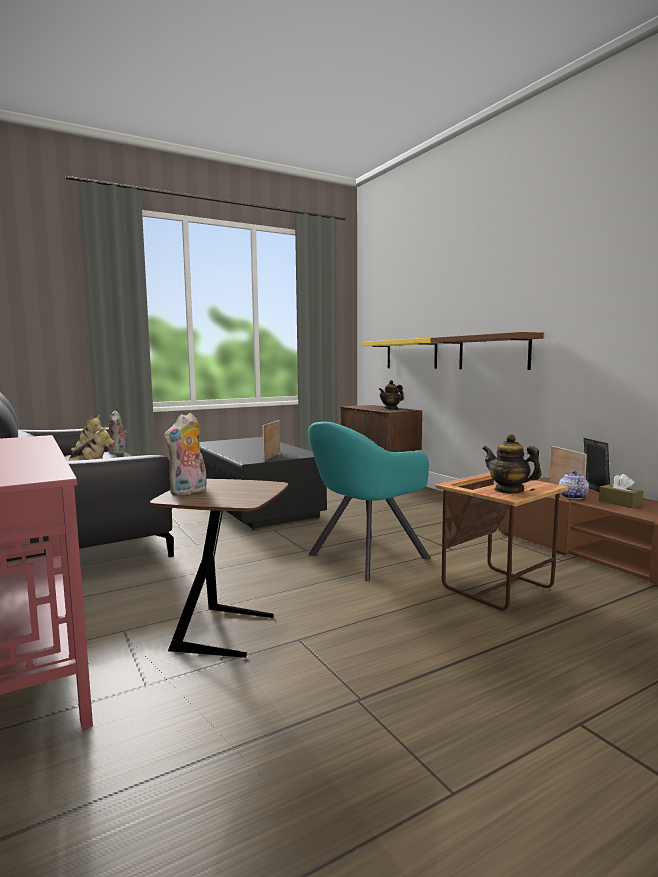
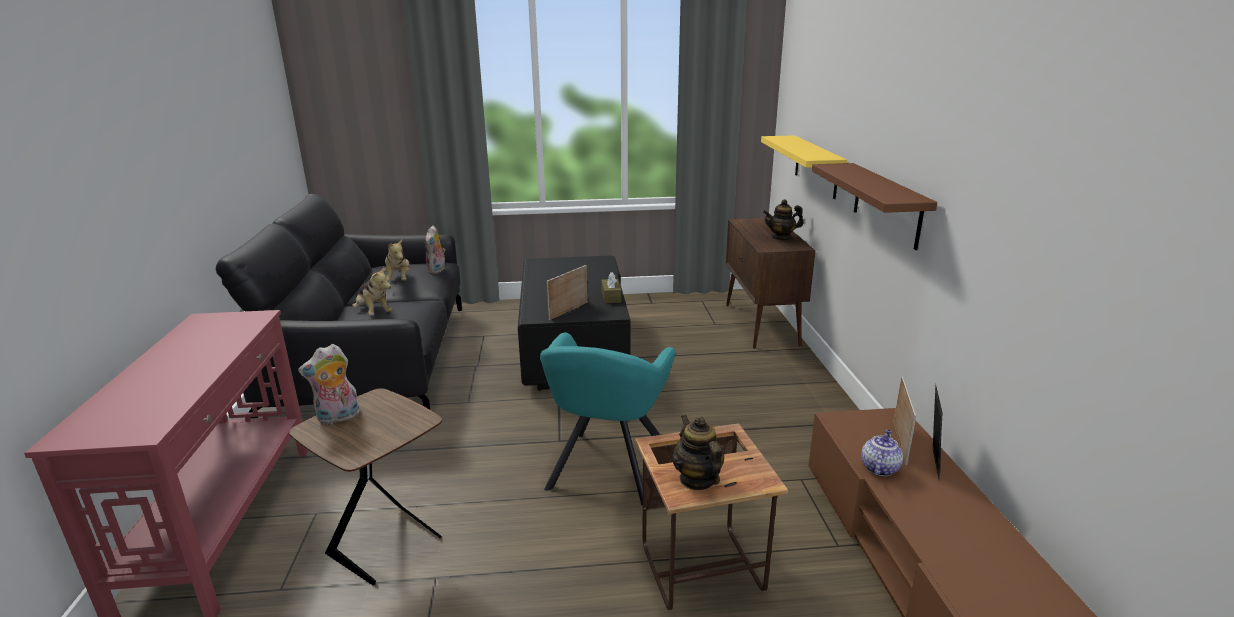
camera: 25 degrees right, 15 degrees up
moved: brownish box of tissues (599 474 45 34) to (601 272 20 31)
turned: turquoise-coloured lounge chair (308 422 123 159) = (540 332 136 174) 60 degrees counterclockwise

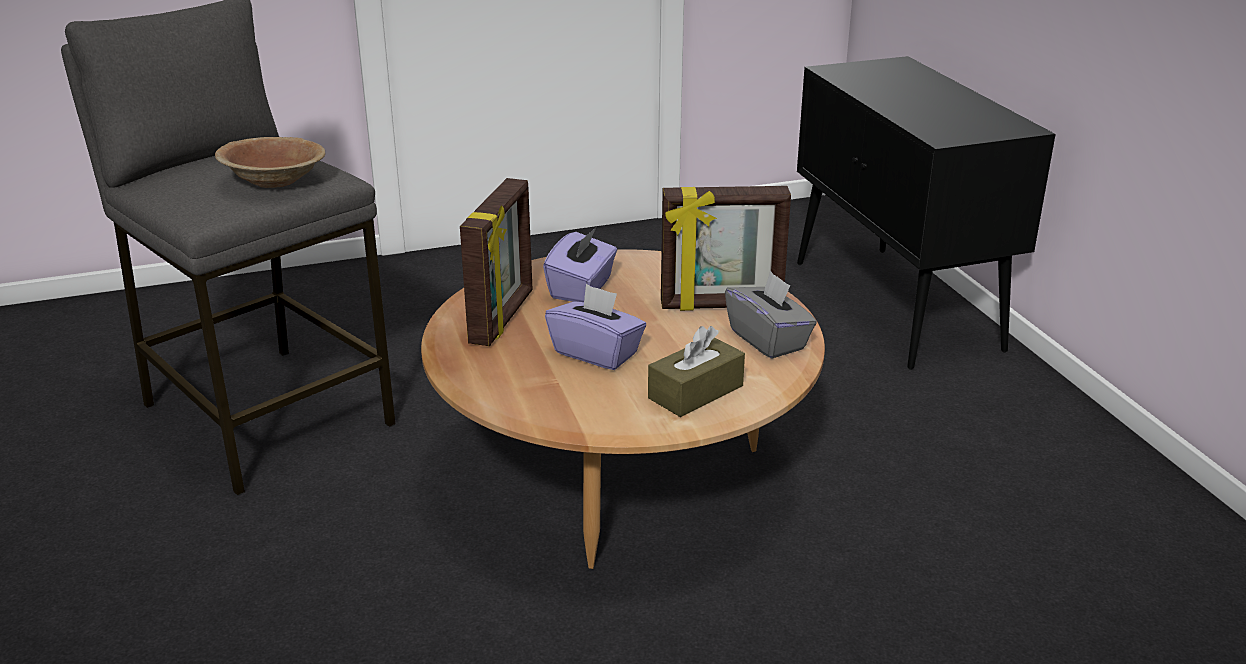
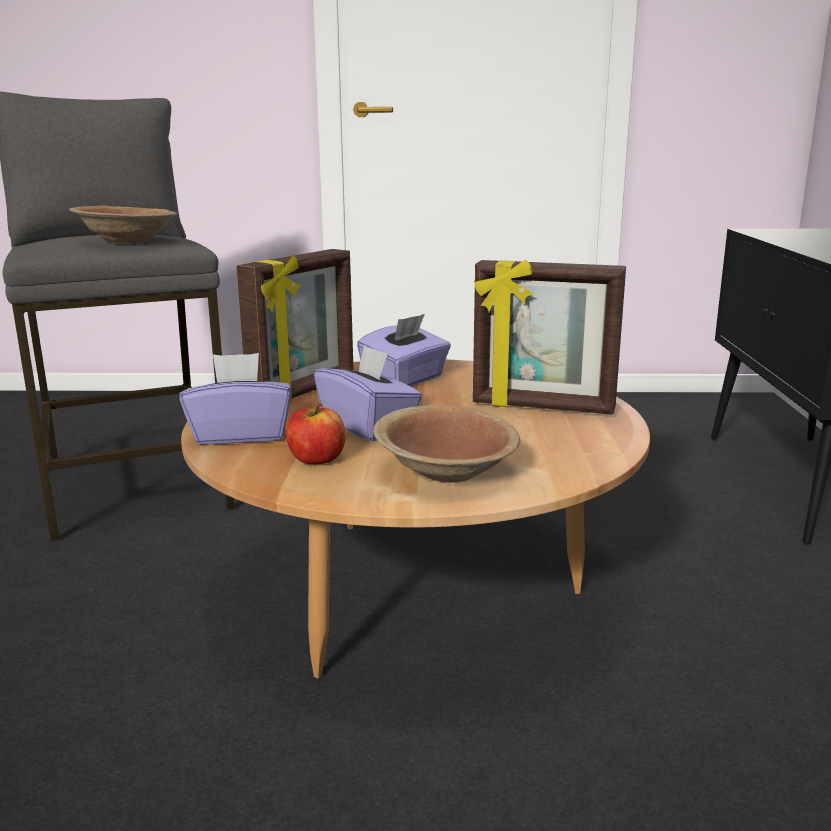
camera: 20 degrees right, 10 degrees down
removed: grey box of tissues (725 271 92 88)
added: purplish box of tissues (179 353 112 92); apple (286 403 60 61)
replaced: brownish box of tissues (648 326 97 91) to brownish deep dish (373 405 147 78)

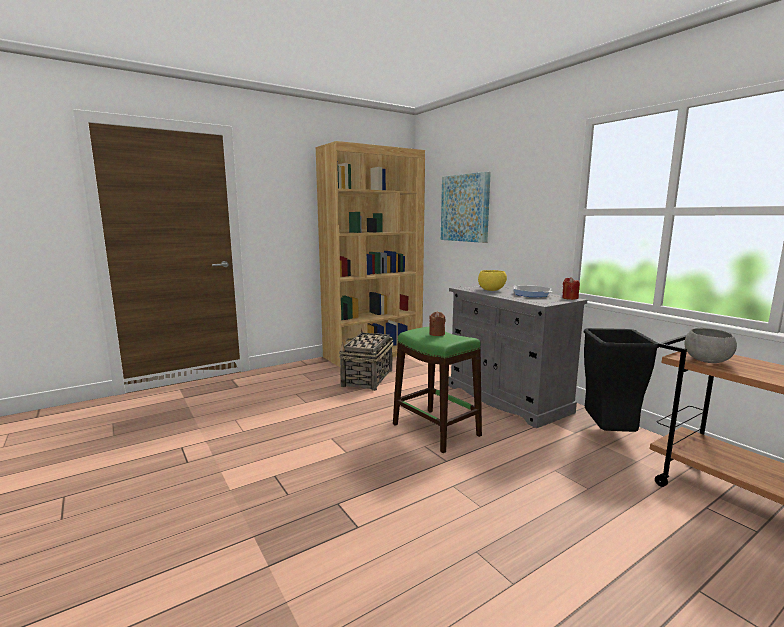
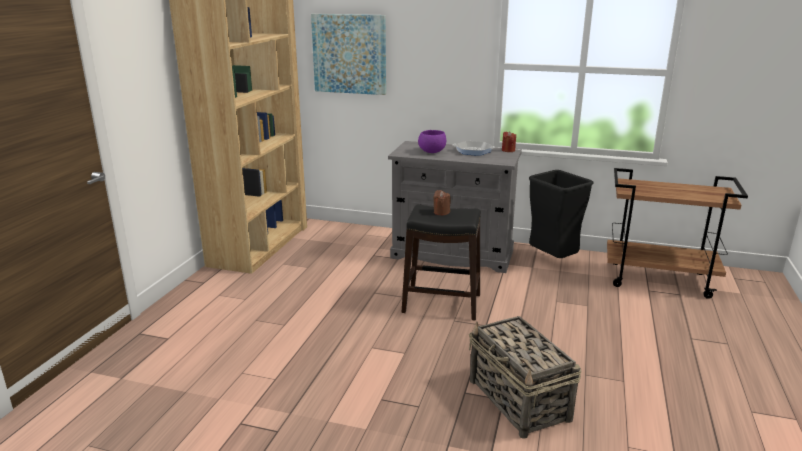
camera: 40 degrees left, 10 degrees up
removed: grey deep dish (684 328 53 35)
moved: basket (339 329 54 62) to (469 316 112 123)
recoloured: green-coloured sitting stool (393 327 89 126) to blackish sitting stool (401 204 79 117); yellow deep dish (478 270 29 21) to purplish deep dish (418 130 28 23)

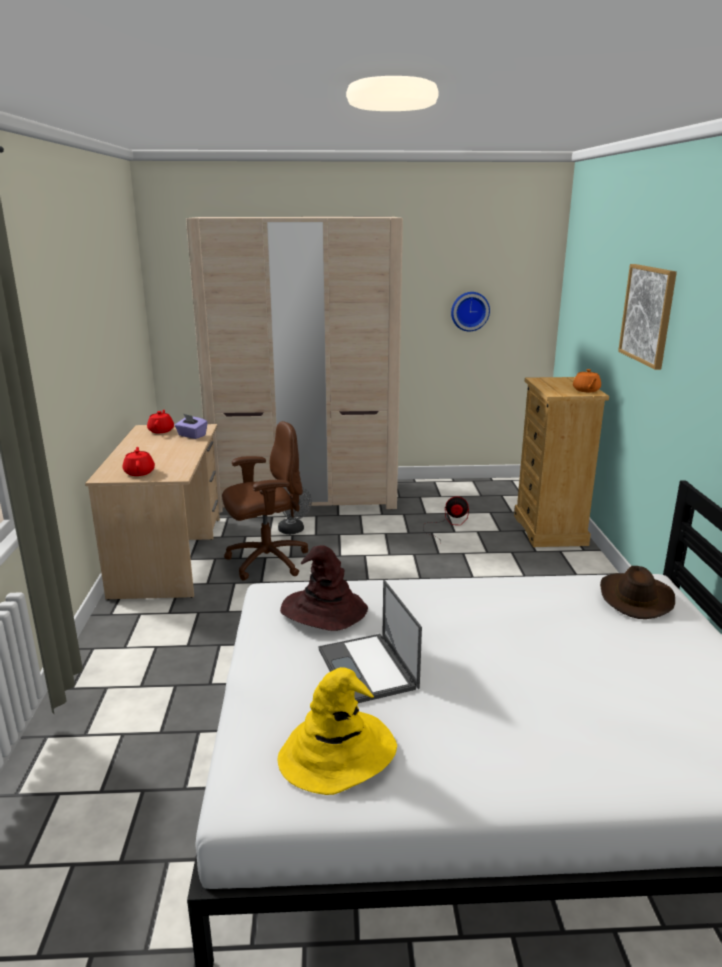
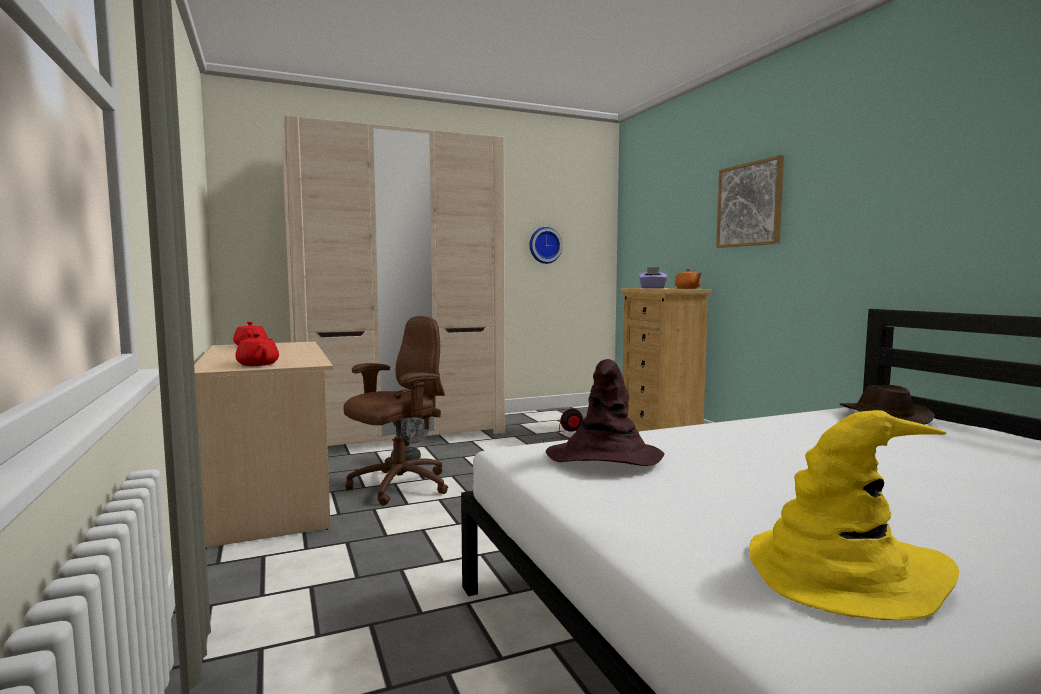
camera: 20 degrees left, 15 degrees down
removed: laptop (319 580 103 123)
moved: purplish box of tissues (175 414 33 25) to (639 267 28 22)

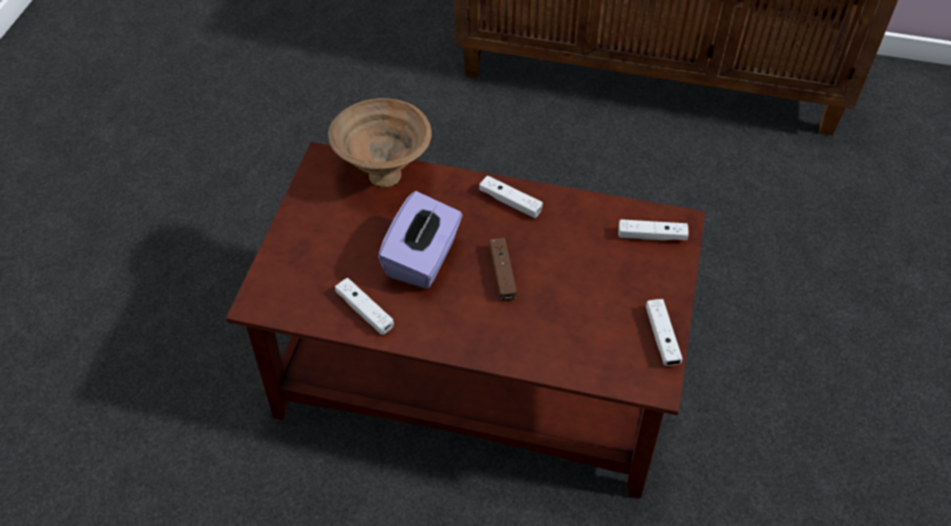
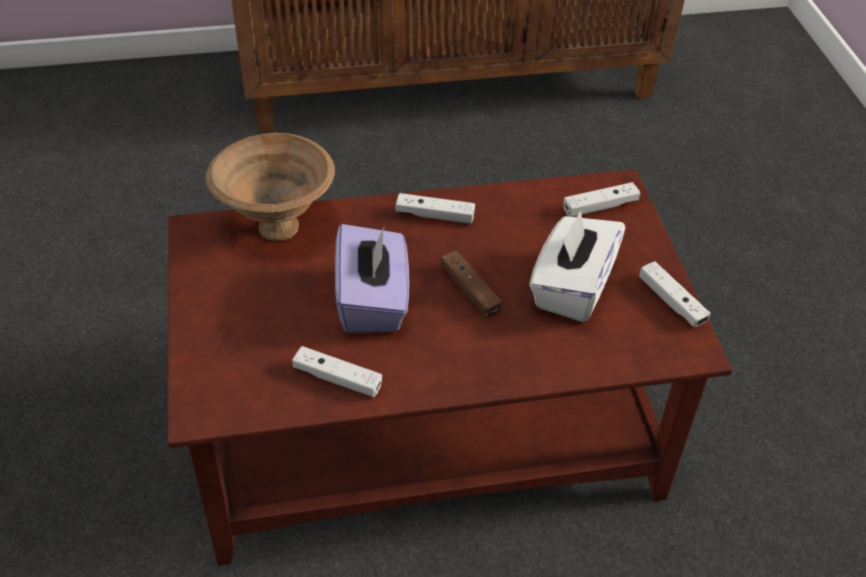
camera: 25 degrees left, 5 degrees down
added: white-coloured box of tissues (529 210 96 112)

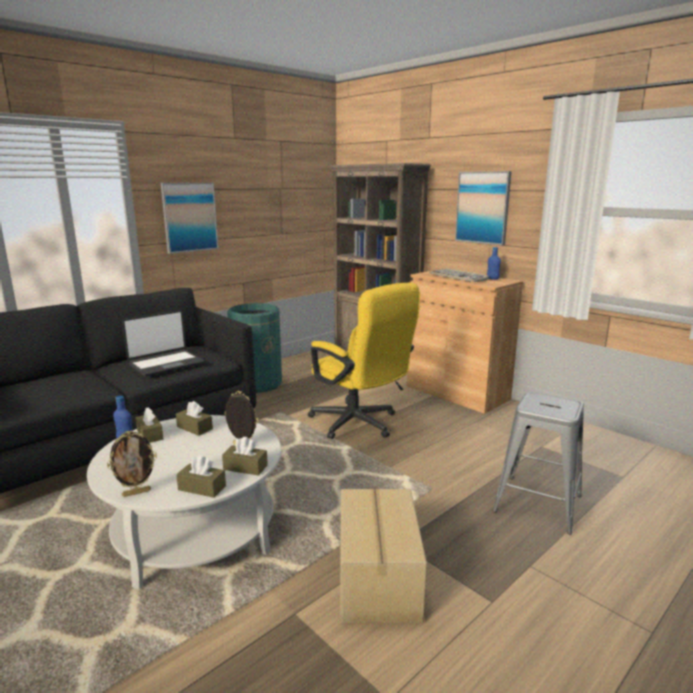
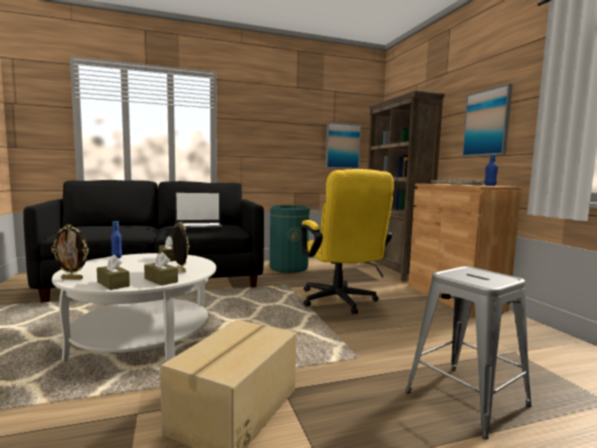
camera: 25 degrees right, 10 degrees down
removed: brownish box of tissues (135 407 28 36)
moved: wall art (161 183 58 71) to (326 122 35 47)

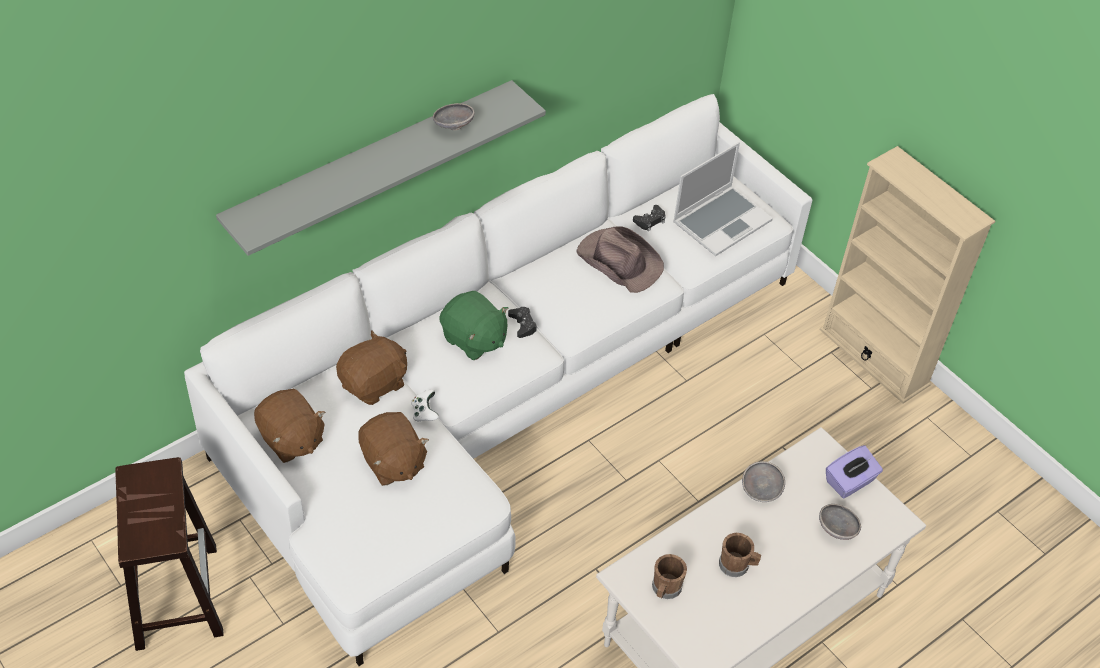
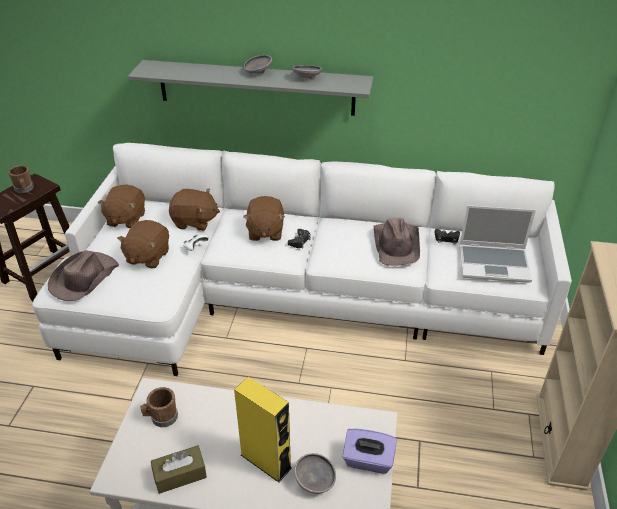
camera: 50 degrees right, 10 degrees down
added: brownish clothing hat (48 250 71 51); brownish box of tissues (151 445 56 49); yellow speaker (234 377 58 105)
moved: brownish coffee mug (719 533 42 44) to (8 165 26 28); grey deep dish (742 461 43 41) to (244 55 28 19)
recoloured: green-coloured soft toy (439 291 69 69) to brownish soft toy (243 196 42 45)

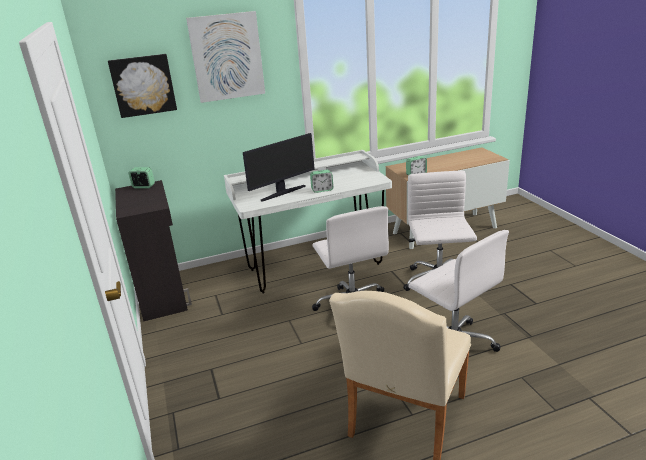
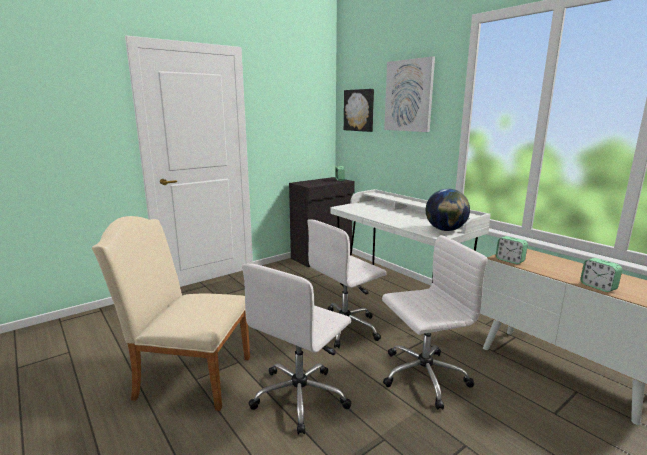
camera: 70 degrees right, 10 degrees down
removed: computer screen (243 133 72 69)
added: world globe (426 189 44 42)
moved: table clock (310 170 23 23) to (580 258 42 34)

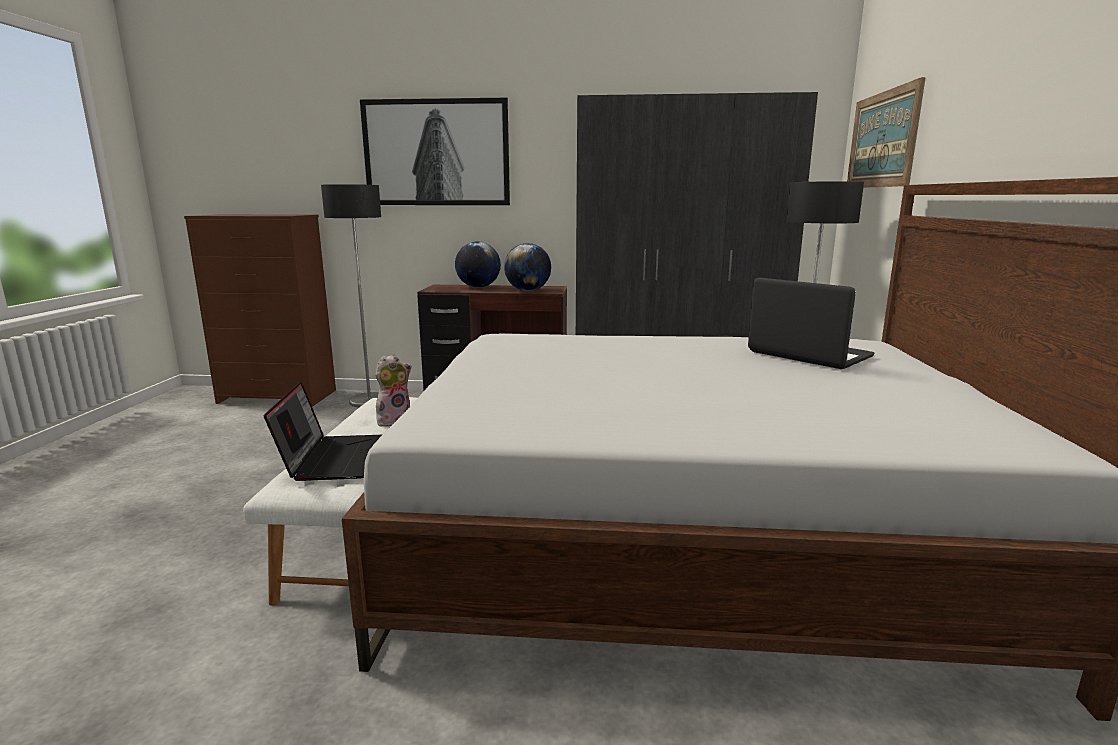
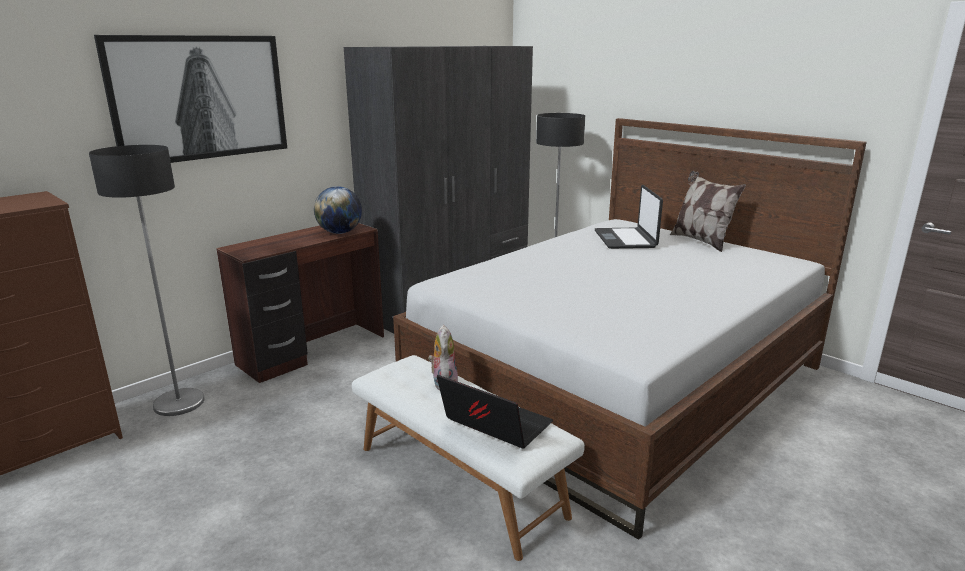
camera: 50 degrees left, 5 degrees up
removed: world globe (455 241 46 47); wall art (847 77 79 111)
added: cushion (670 171 76 81)
turned: laptop (748 278 127 91) = (595 185 68 64) 90 degrees counterclockwise

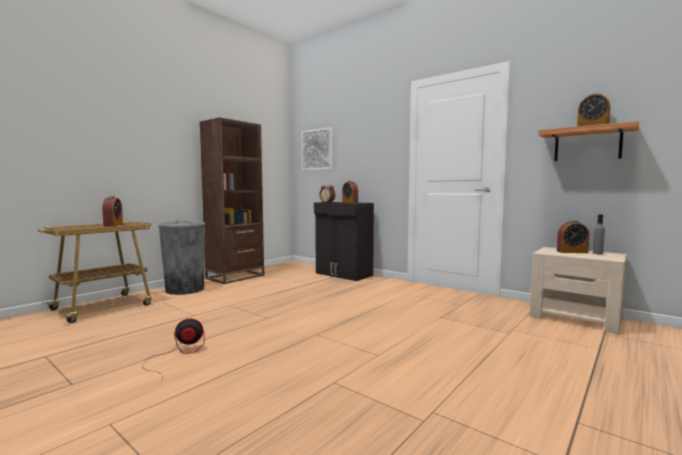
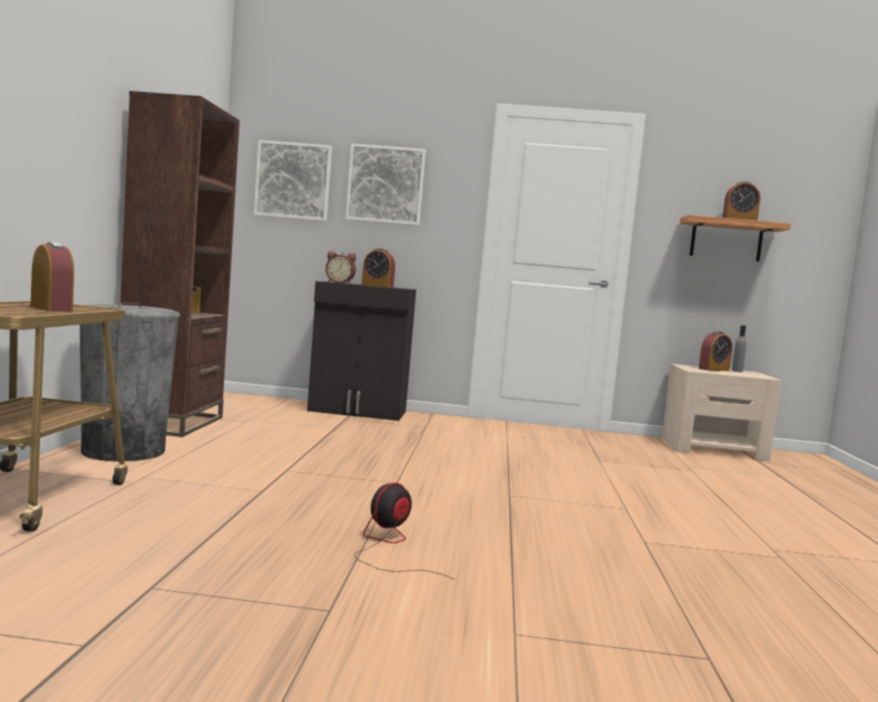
camera: 35 degrees left, 0 degrees up
added: wall art (345 144 81 82)

